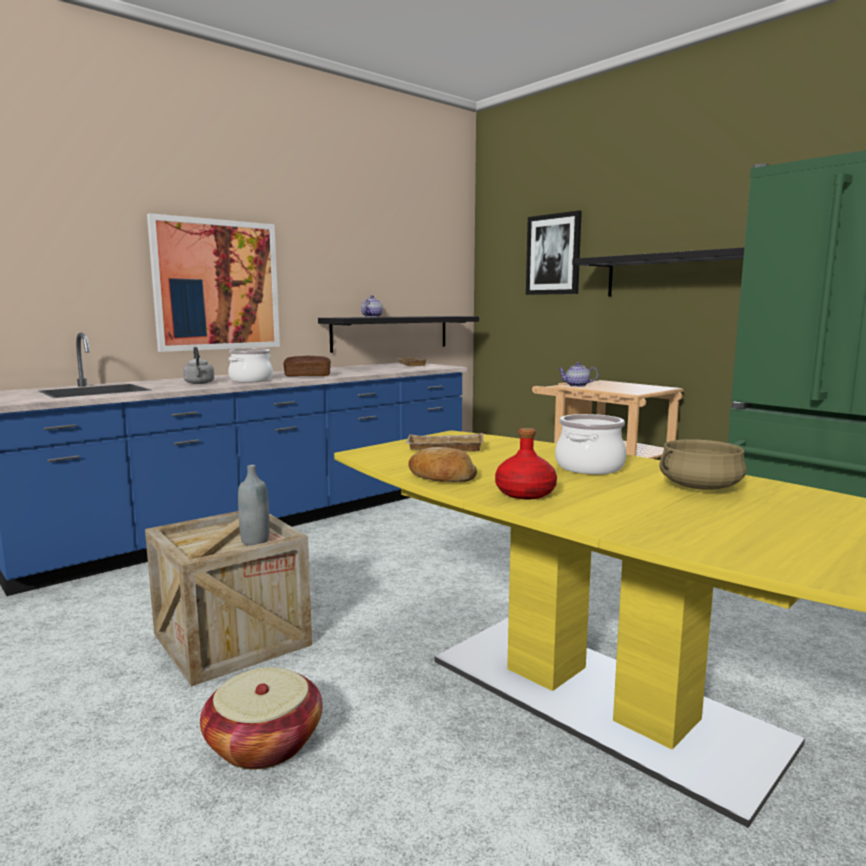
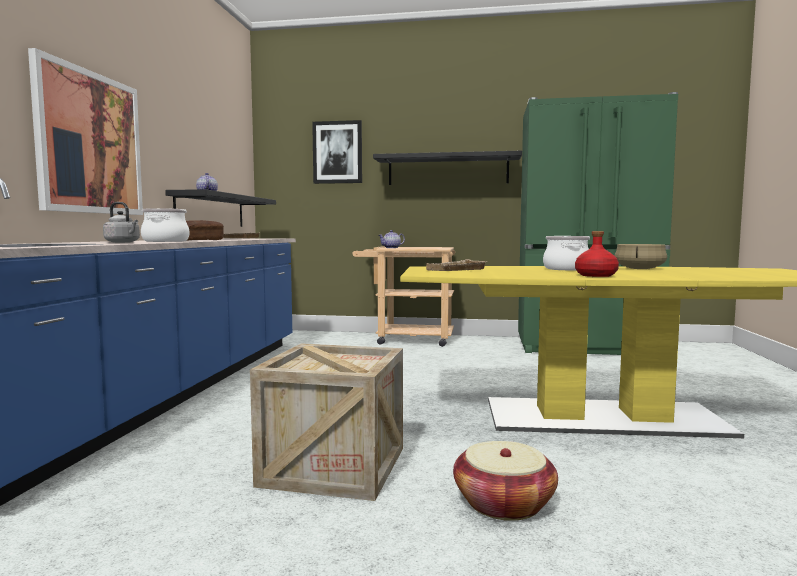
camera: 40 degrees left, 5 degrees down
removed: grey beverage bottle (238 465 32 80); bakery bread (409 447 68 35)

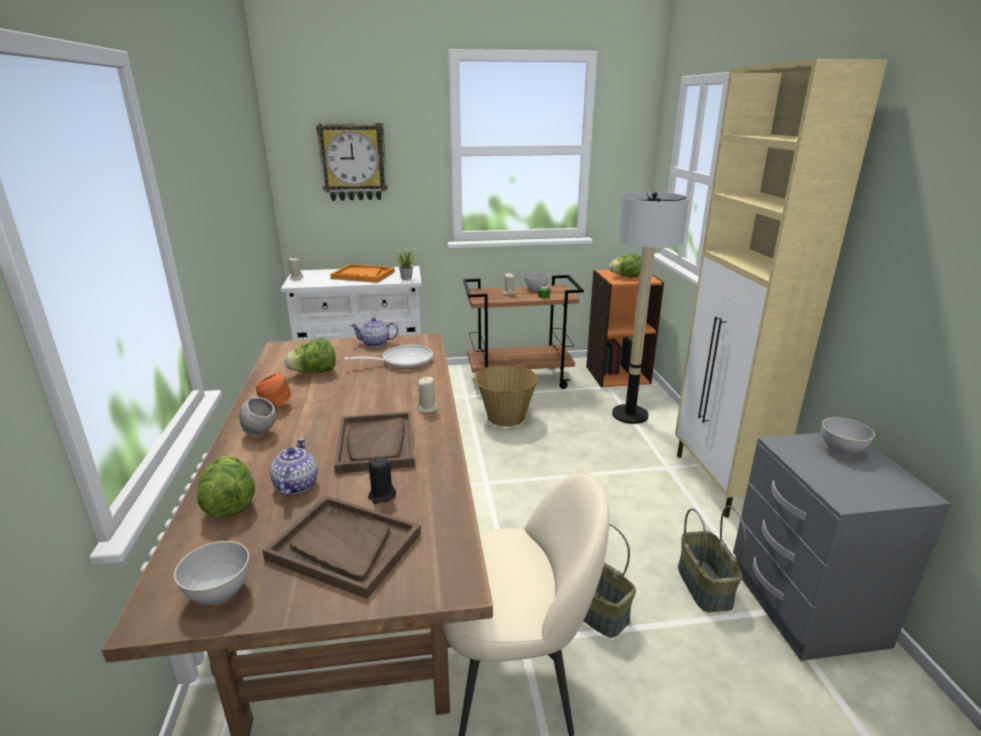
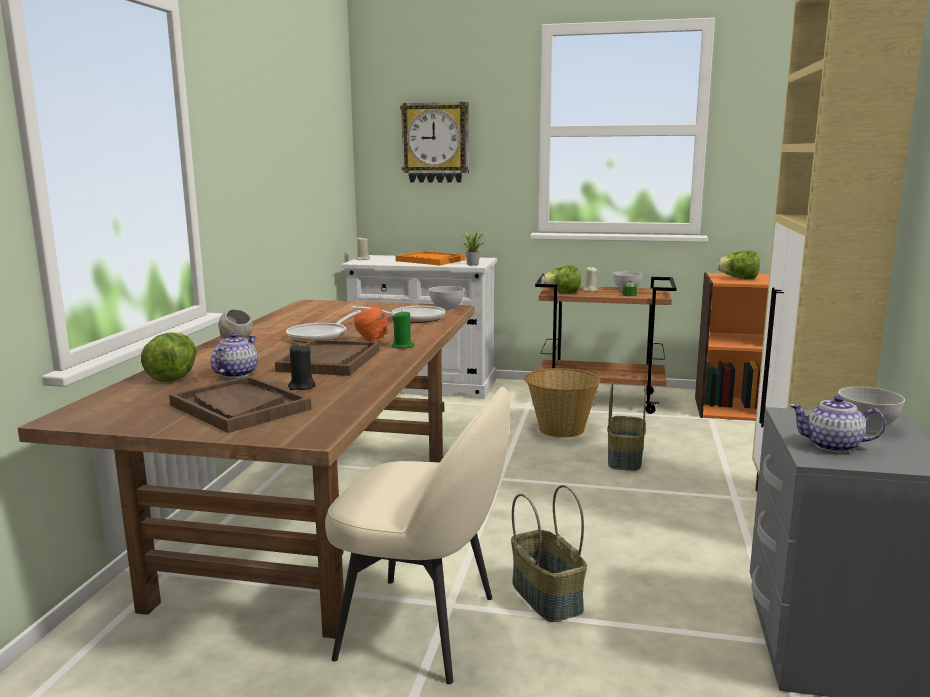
camera: 20 degrees right, 10 degrees down
removed: standard lamp (612 192 77 232)
added: skillet (286 310 75 33)
moved: grey deep dish (174 541 75 64) to (429 286 36 24); orange-coloured deep dish (256 373 36 35) to (354 307 33 35); head of lettuce (284 338 52 35) to (541 266 40 27); tea pot (350 317 48 30) to (789 395 97 58); basket (678 506 68 107) to (607 382 40 89)
recoloured: sand-coloured candle (417 377 21 36) to green-coloured candle (391 310 24 39)

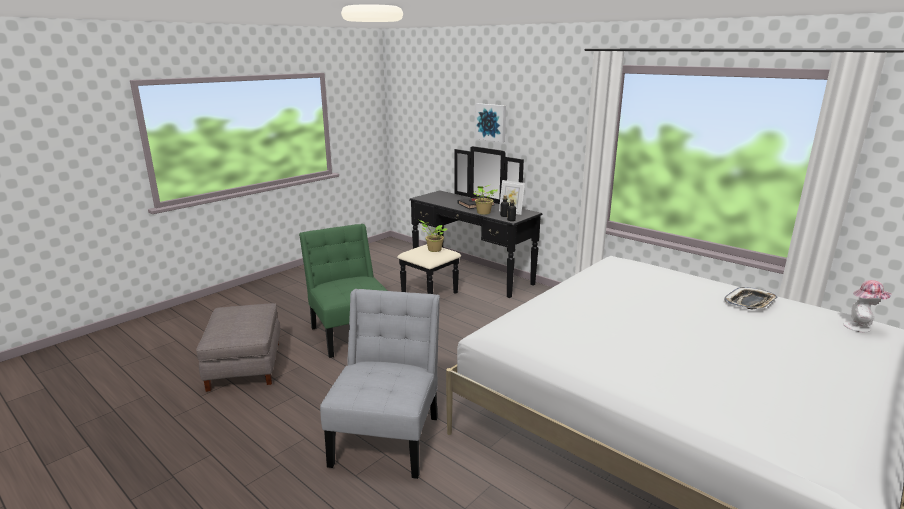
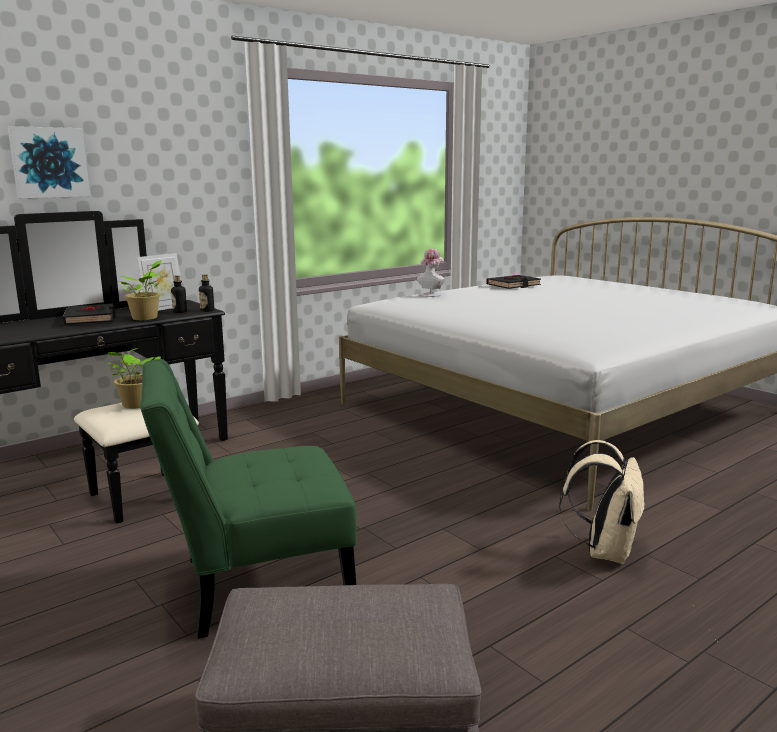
camera: 80 degrees left, 5 degrees down
moved: clothing hat (843 280 49 53) to (417 249 27 48)
replaced: grey upright chair (320 289 120 190) to sand-coloured backpack (559 440 86 124); carrying tray (724 287 53 22) to blackish volume (486 275 55 14)

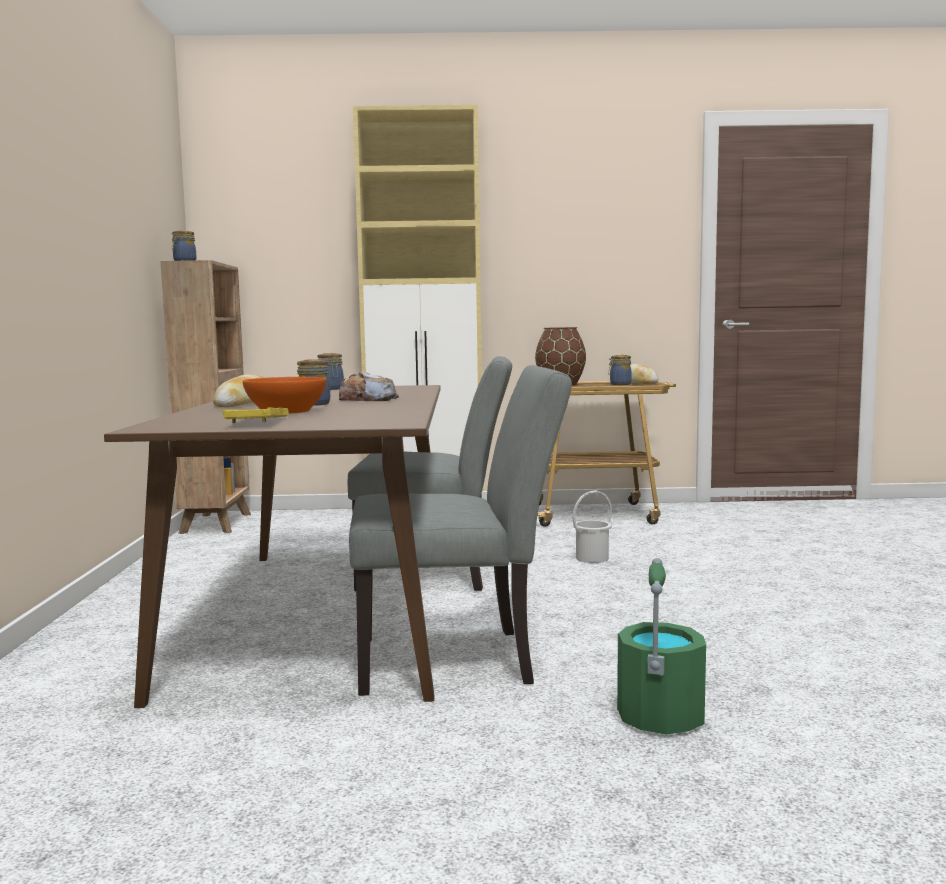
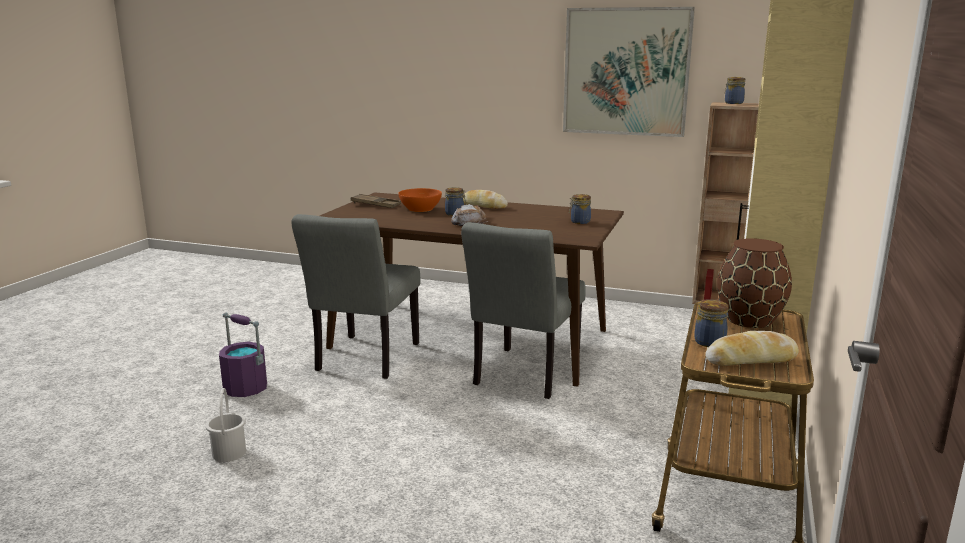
camera: 110 degrees right, 10 degrees up
added: wall art (563 7 132 130)
moved: white-coloured pail (573 490 39 73) to (205 388 41 74)
recoloured: yellow carrying tray (223 408 66 15) to brownish carrying tray (351 194 50 14); green-coloured pail (617 558 89 176) to purplish pail (219 312 48 85)

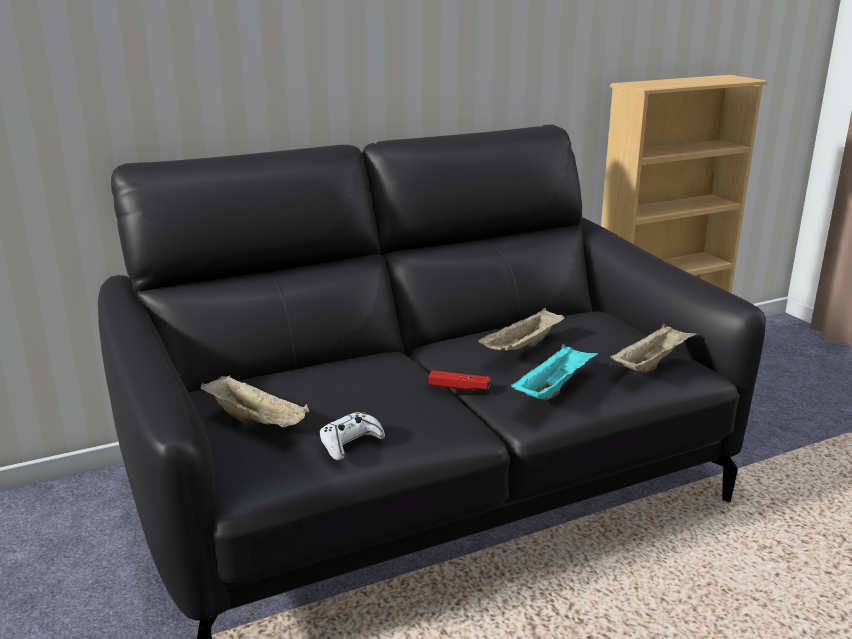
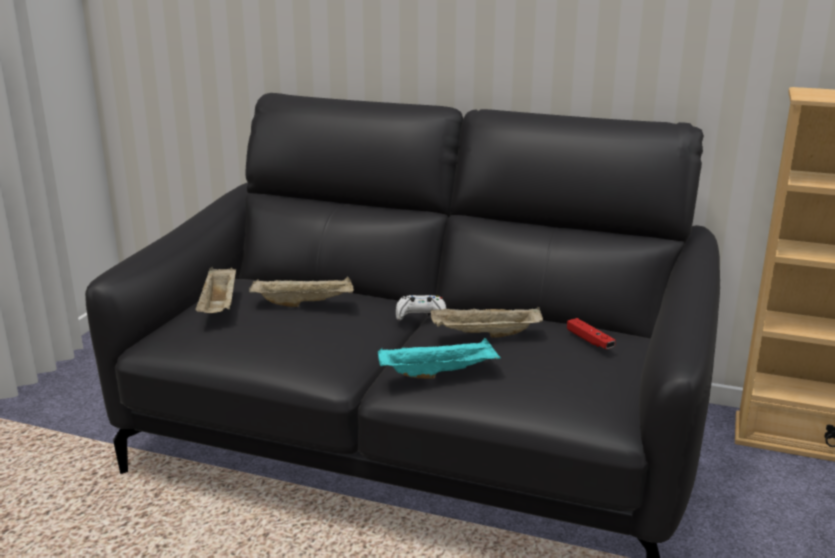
camera: 45 degrees right, 0 degrees up
moved: white-coloured game controller (320 412 65 48) to (396 295 50 25); red game controller (429 371 61 20) to (567 318 49 31); sand-coloured carrying tray (610 323 87 50) to (249 276 105 31)

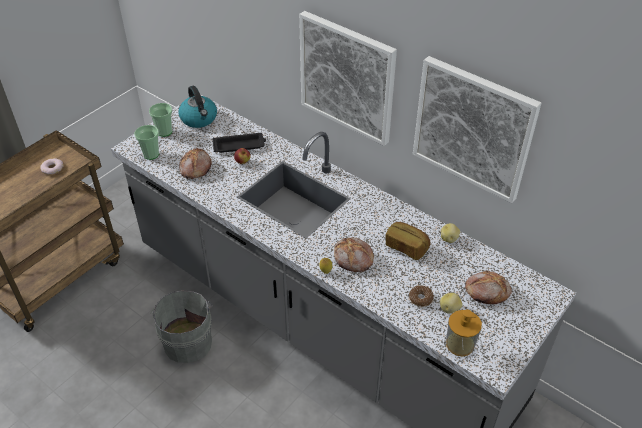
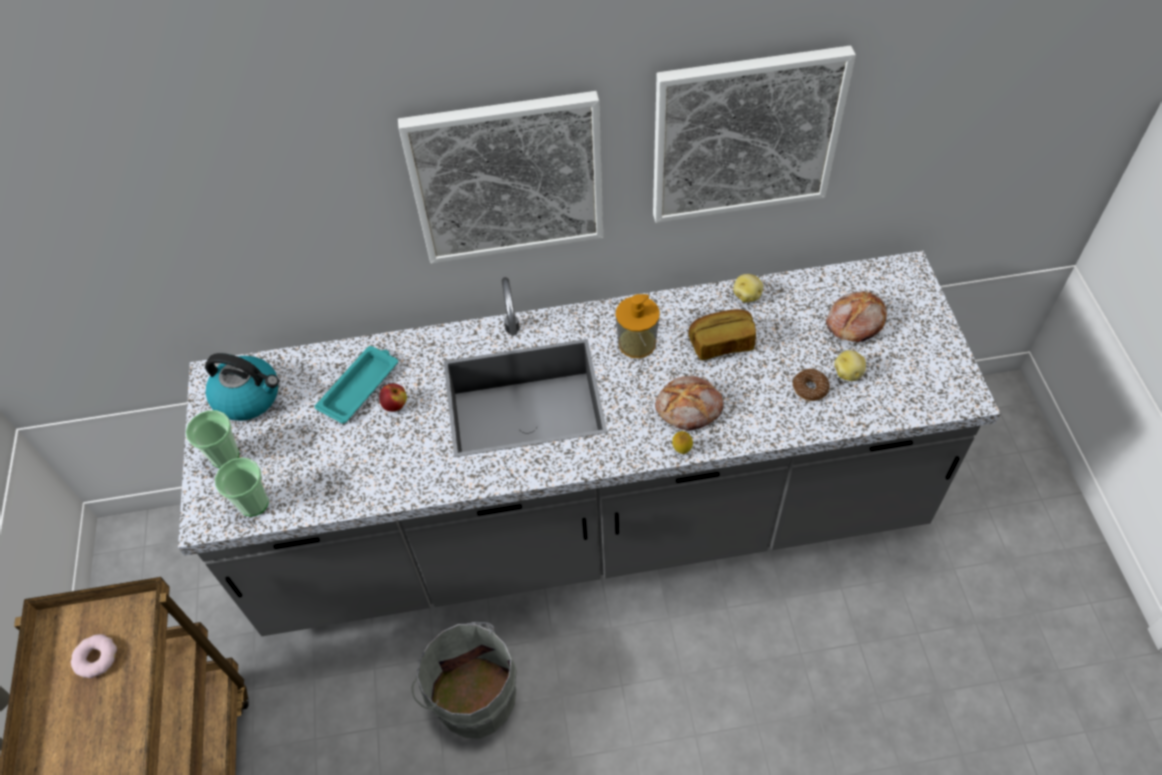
camera: 45 degrees left, 10 degrees up
removed: bakery bread (179 148 33 31)
moved: liquid soap bottle (446 310 36 47) to (615 294 45 64)
recoloured: blackish carrying tray (212 133 54 20) to turquoise-coloured carrying tray (314 346 84 78)

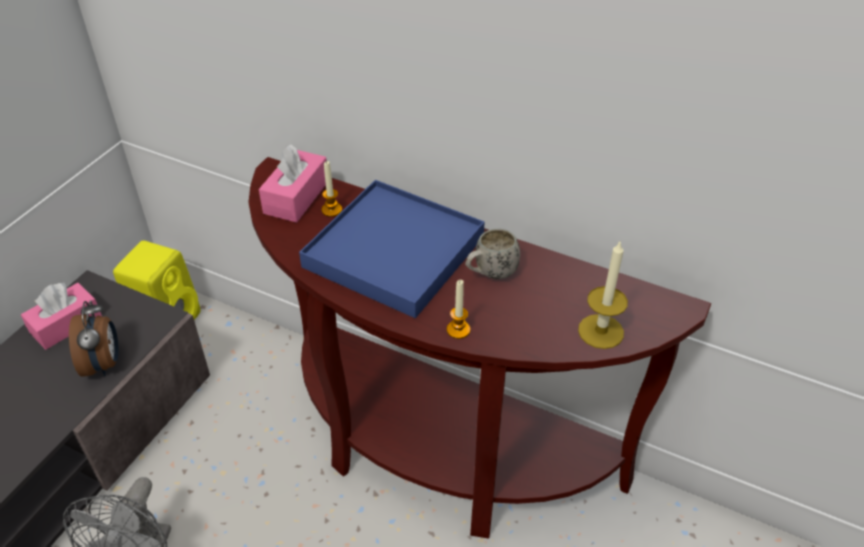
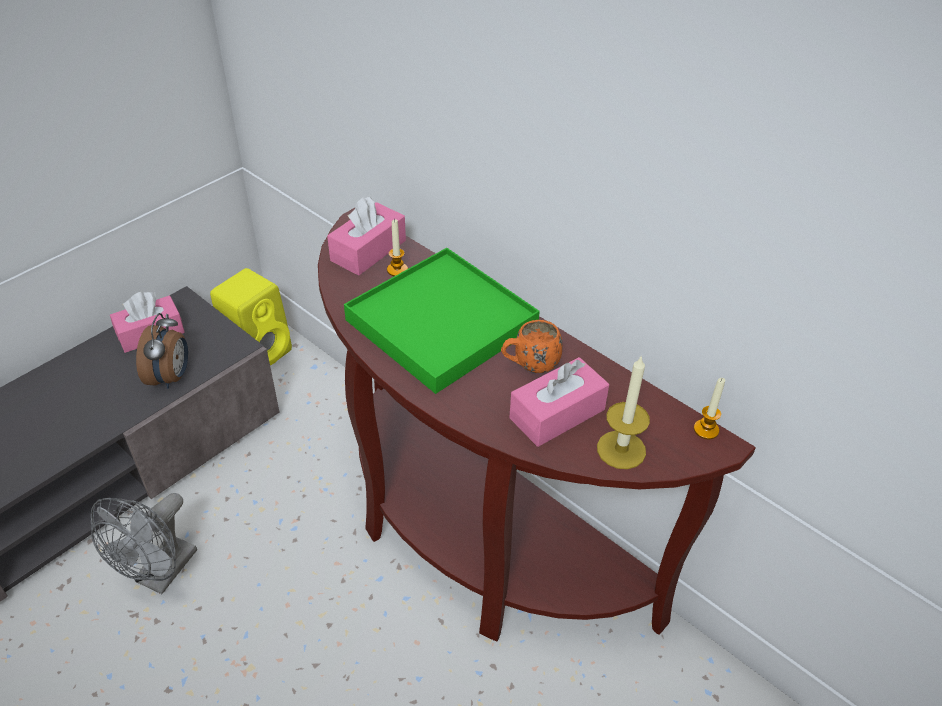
camera: 15 degrees right, 0 degrees up
added: pink-coloured box of tissues (509 357 100 90)
moved: candle (447 280 23 59) to (694 378 31 61)
recoloured: blue-coloured carrying tray (299 180 186 138) to green-coloured carrying tray (344 248 196 146); white-coloured coffee mug (465 229 55 50) to orange-coloured coffee mug (501 320 62 53)

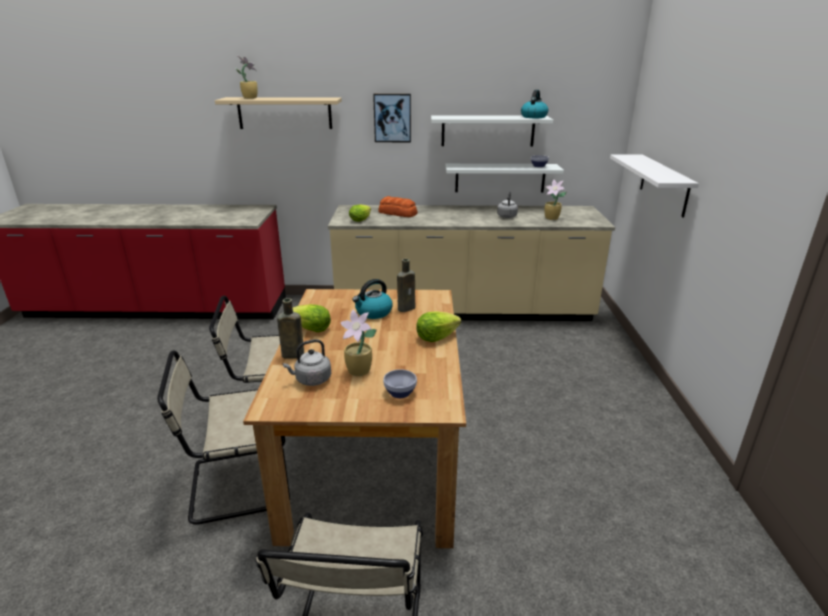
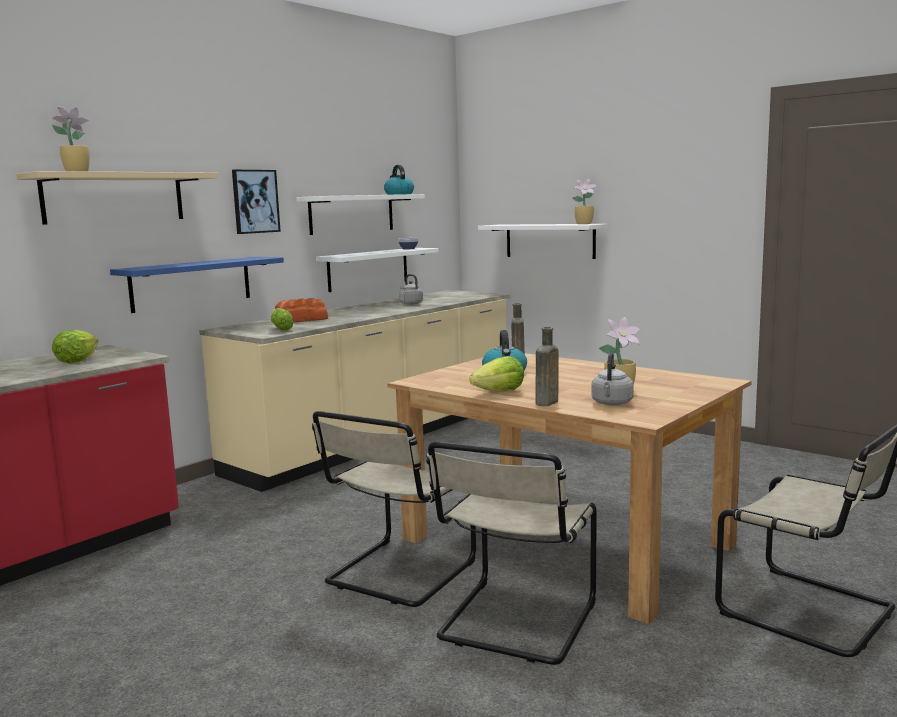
camera: 50 degrees left, 15 degrees down
removed: deep dish (383 369 34 29)
added: blue-coloured wall shelf (110 257 174 56)
moved: head of lettuce (416 311 45 31) to (52 330 47 34); plant in a pot (545 180 21 40) to (573 179 24 45)

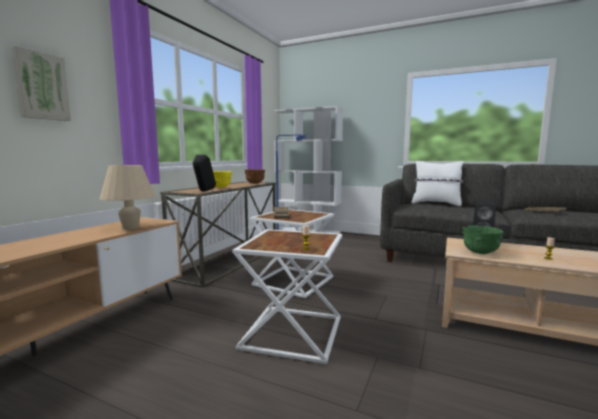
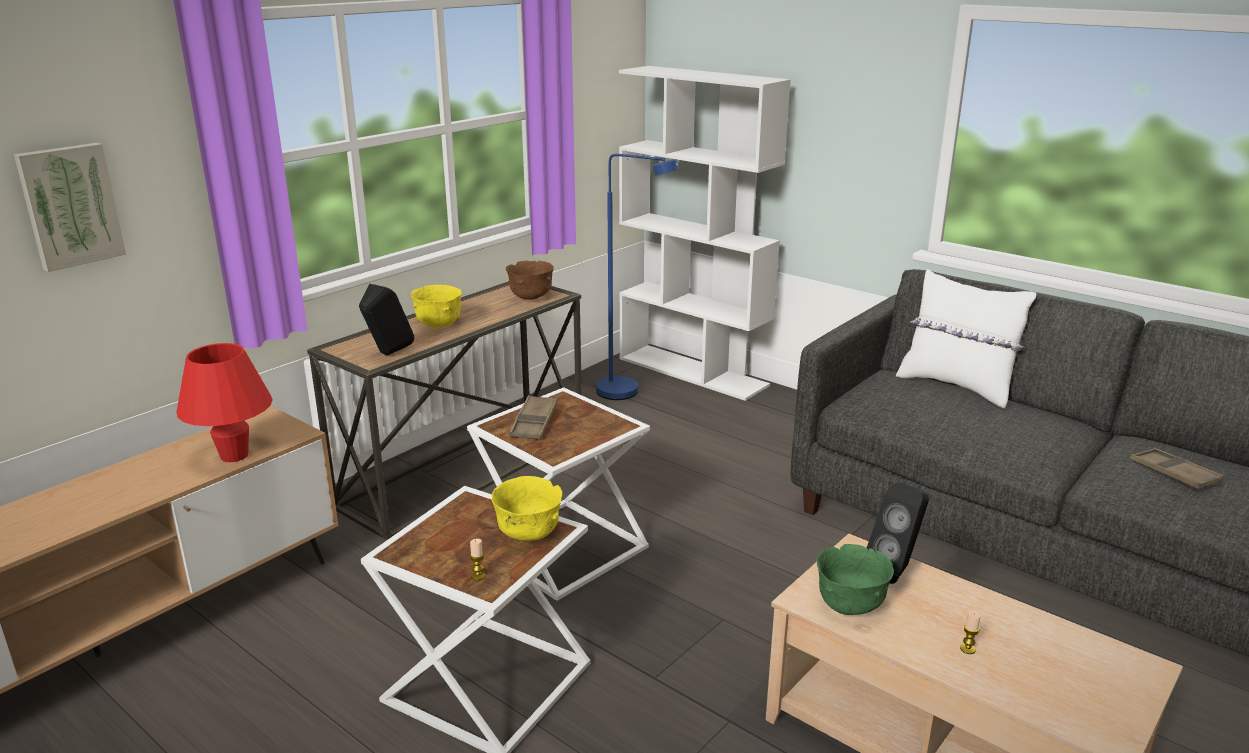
camera: 15 degrees right, 15 degrees up
added: yellow deep dish (492 476 70 65)
recoloured: sand-coloured table lamp (100 165 55 65) to red table lamp (176 343 97 119)

